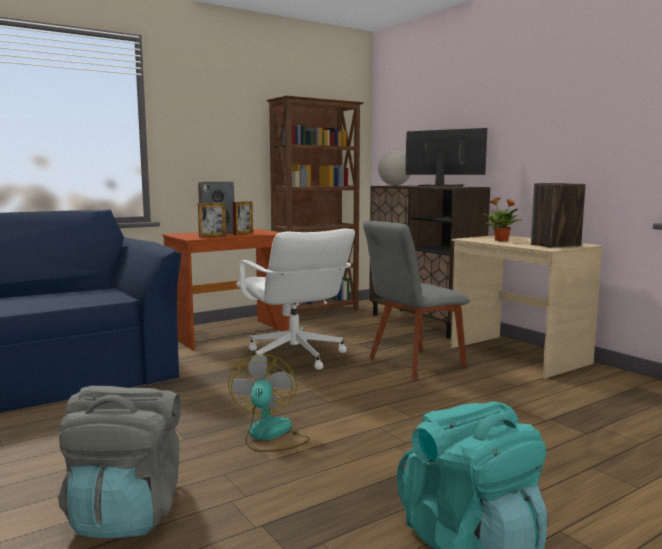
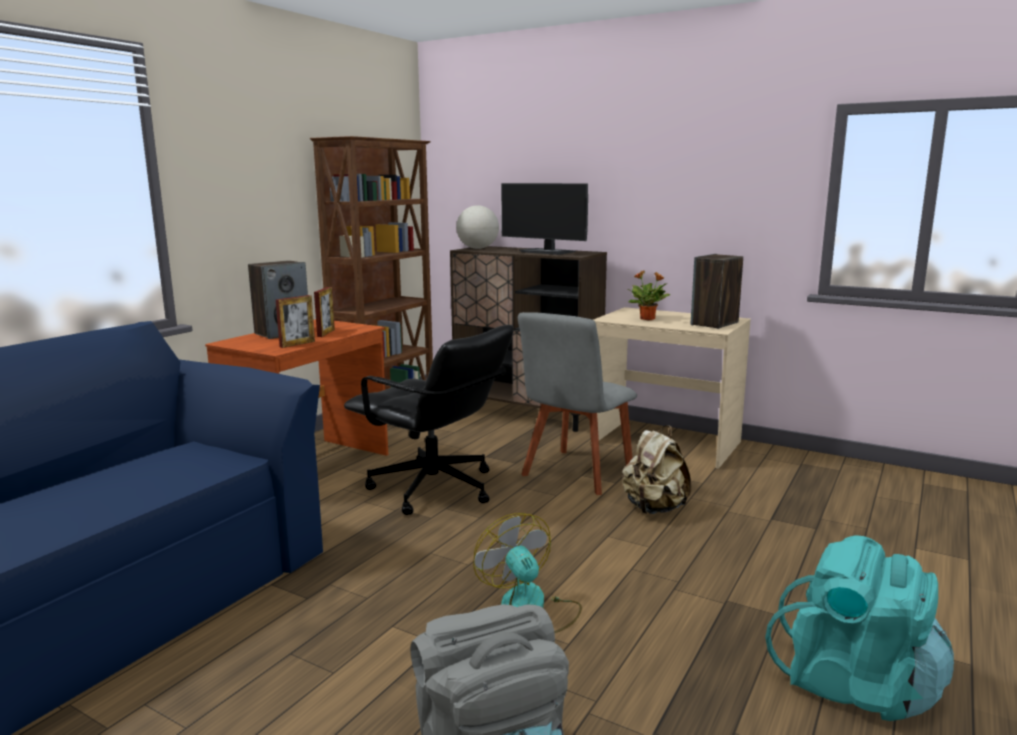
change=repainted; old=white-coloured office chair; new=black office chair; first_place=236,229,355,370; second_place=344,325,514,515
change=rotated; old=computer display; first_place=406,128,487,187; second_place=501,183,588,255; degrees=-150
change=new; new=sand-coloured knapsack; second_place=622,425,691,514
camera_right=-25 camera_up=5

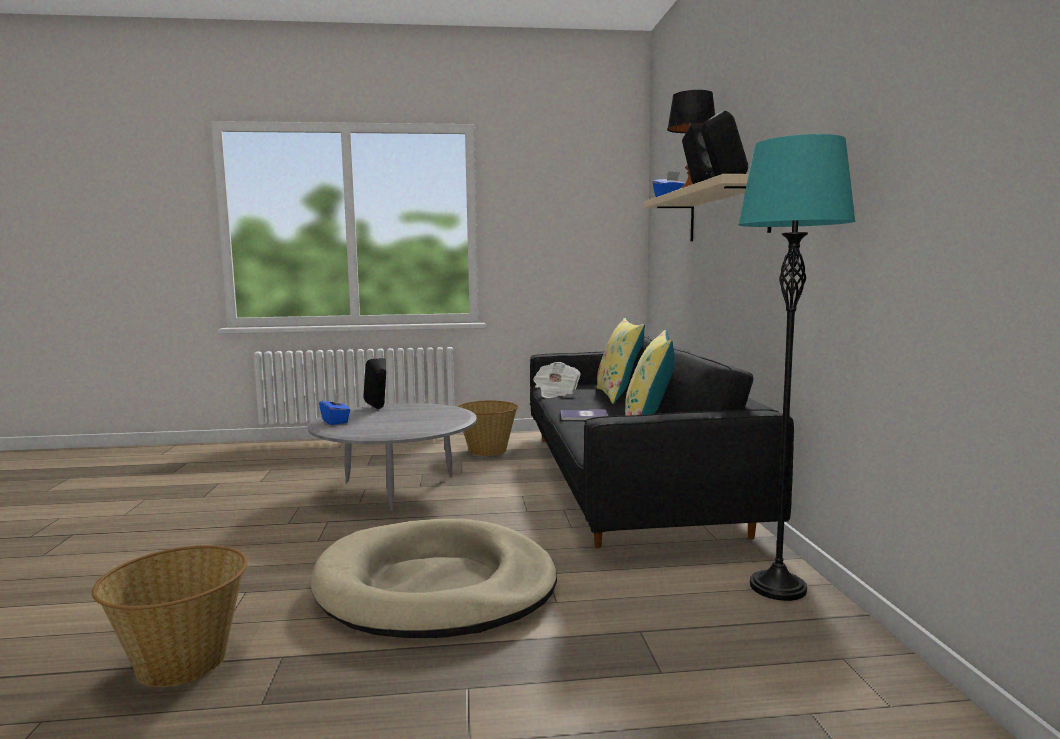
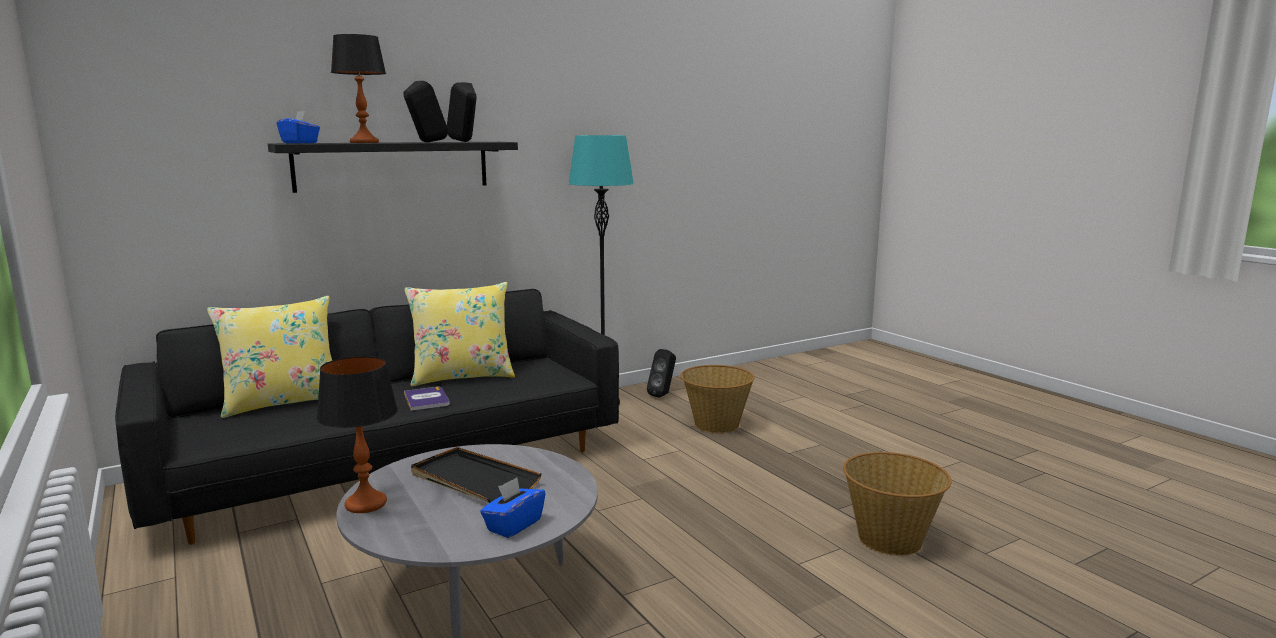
change=repainted; old=sand-coloured wall shelf; new=black wall shelf; first_place=644,174,771,241; second_place=268,142,518,193
change=new; new=table lamp; second_place=317,356,398,513
change=new; new=black tray; second_place=411,447,542,503
change=shifted; old=black loudspeaker; first_place=363,358,386,409; second_place=647,349,676,398
change=shifted; old=storage basket; first_place=456,401,519,456; second_place=680,365,754,433
change=gone; old=sand-coloured dog bed; first_place=311,519,557,638
change=gone; old=newspaper; first_place=533,362,581,398
camera_right=-115 camera_up=5

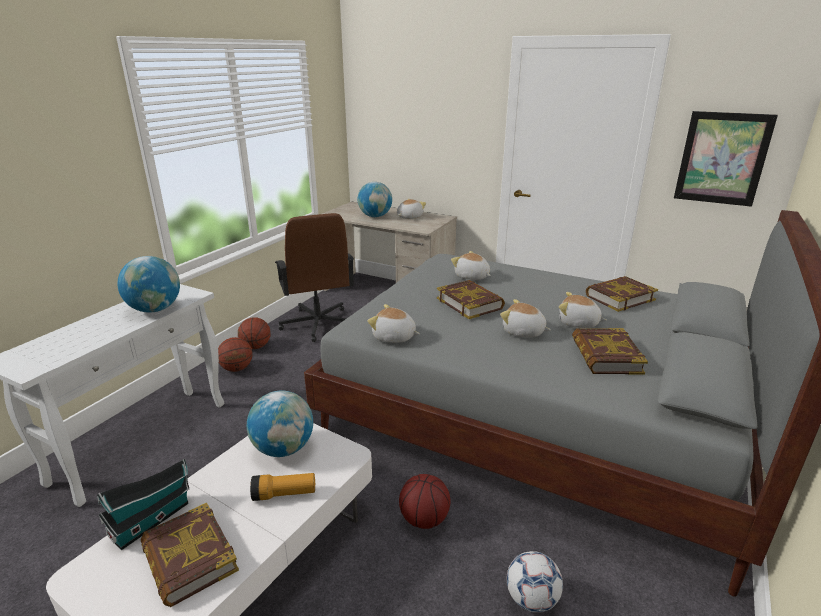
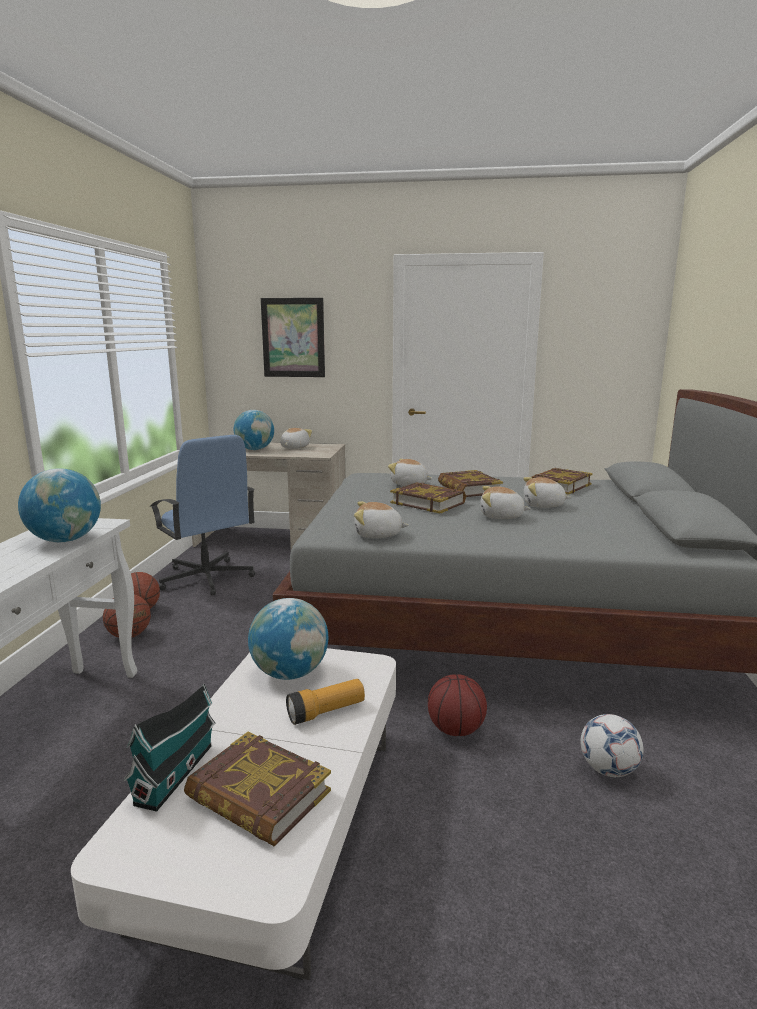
change=repainted; old=brownish office chair; new=bluish office chair; first_place=275,213,354,342; second_place=150,435,255,596
change=shifted; old=wall picture; first_place=674,111,778,207; second_place=261,298,325,377
change=shifted; old=bound book; first_place=572,328,648,375; second_place=438,470,503,497
camera_right=-20 camera_up=-10

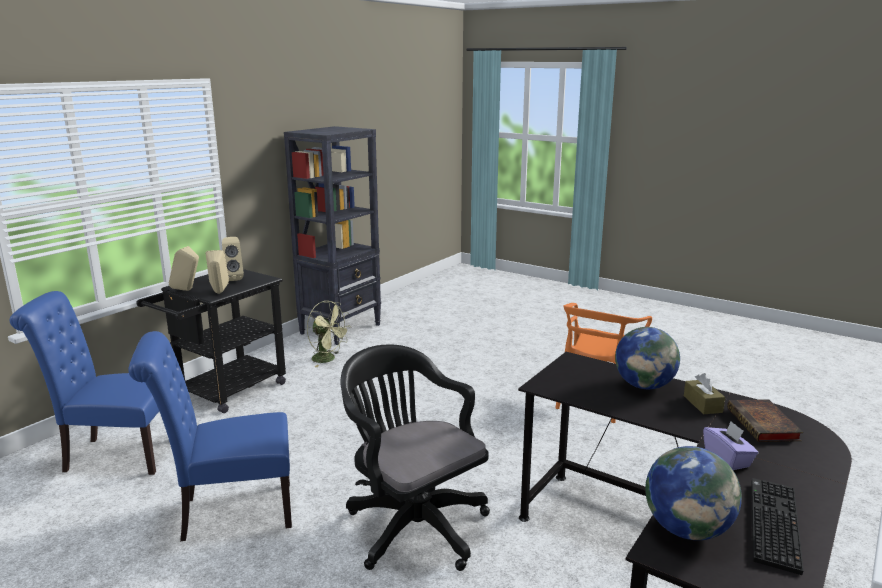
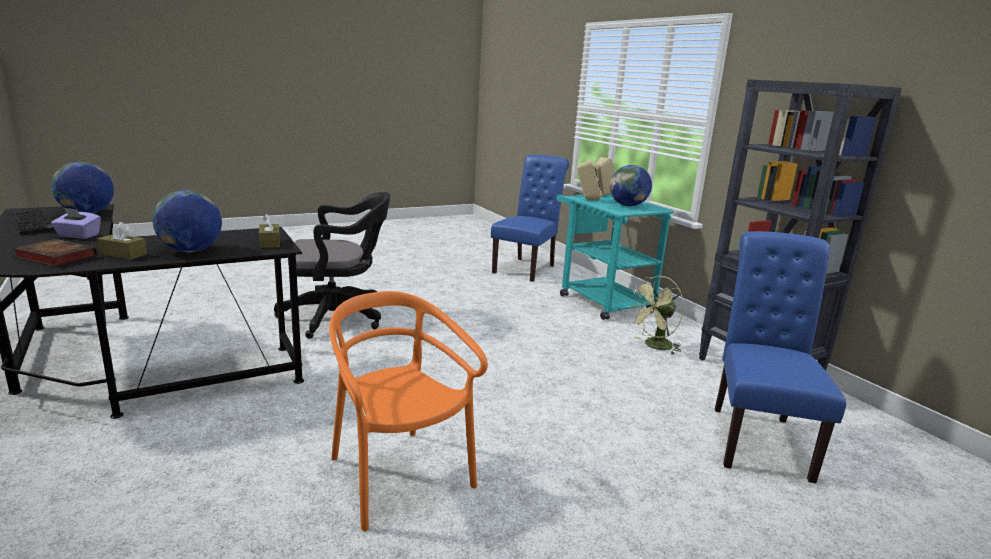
change=new; new=brownish tissue holder; second_place=259,214,280,248
change=repainted; old=black cart; new=blue-green cart; first_place=136,269,286,413; second_place=556,194,674,320
change=swapped; old=sand-coloured loudspeaker; new=globe; first_place=222,237,244,281; second_place=610,165,652,206
change=shifted; old=bluish upright chair; first_place=128,331,292,542; second_place=715,231,846,483
camera_right=115 camera_up=0

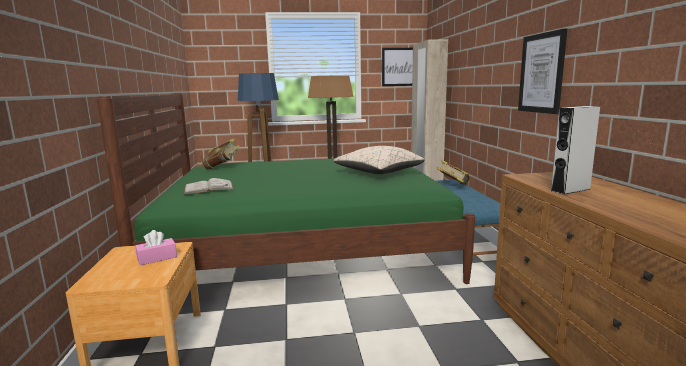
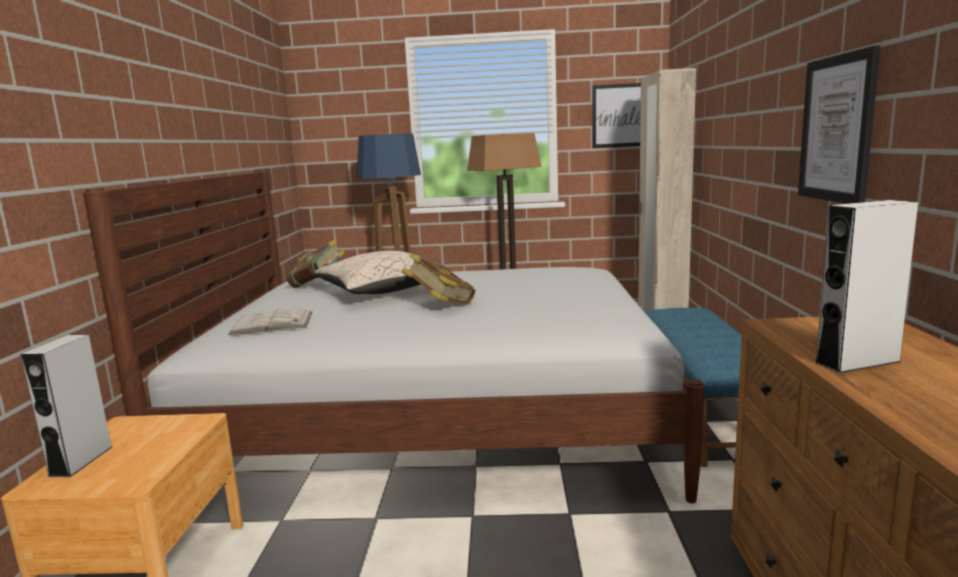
change=new; new=greyish loudspeaker; second_place=21,334,112,477
change=repainted; old=greenish bedroom bed; new=white-coloured bedroom bed; first_place=97,93,475,284; second_place=83,169,705,503
change=shifted; old=sand-coloured throw pillow; first_place=333,146,425,174; second_place=315,251,421,294
change=shifted; old=bound book; first_place=436,160,470,185; second_place=402,253,476,305
change=gone; old=pink tissue holder; first_place=135,230,177,265
camera_right=10 camera_up=0

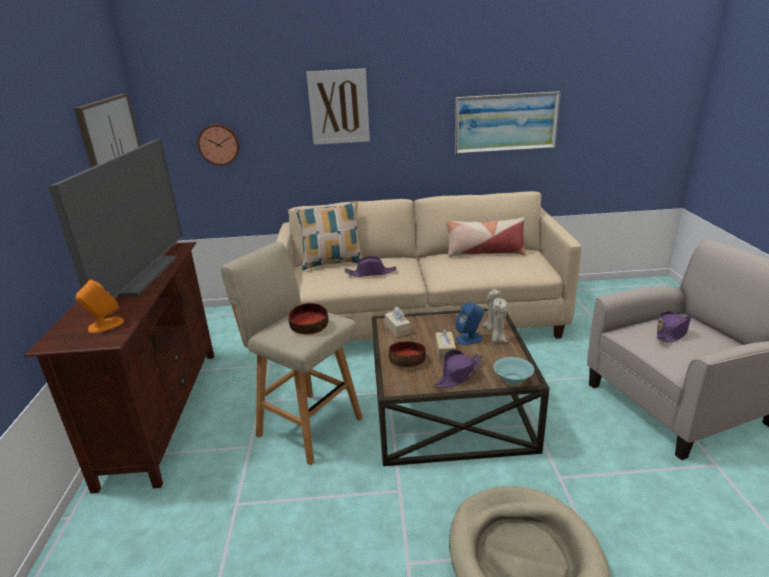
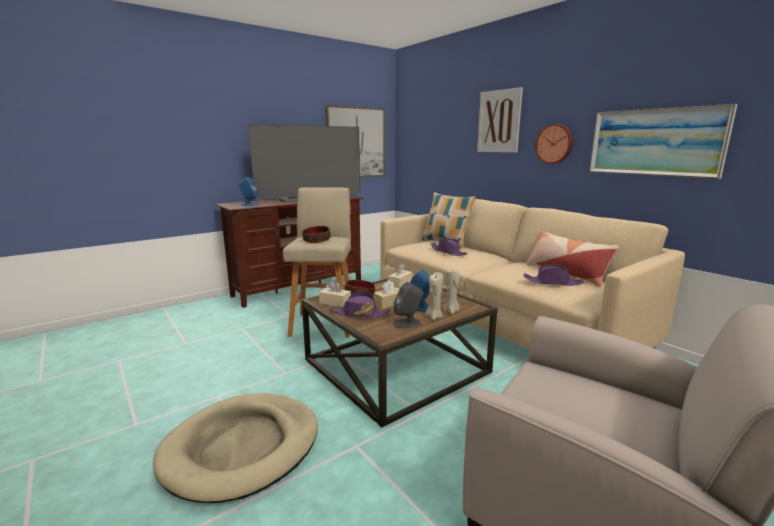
change=repainted; old=orangey loudspeaker; new=bluish loudspeaker; first_place=76,279,124,333; second_place=239,177,259,206
change=new; new=sand-coloured tissue holder; second_place=319,280,351,307
change=new; new=greyish loudspeaker; second_place=393,282,423,328
change=shifted; old=purple clothing hat; first_place=657,311,691,343; second_place=524,265,585,286
change=shifted; old=clock on the wall; first_place=198,124,240,166; second_place=535,124,573,164
change=gone; old=blue-green serving bowl; first_place=494,357,534,385
camera_right=55 camera_up=-10

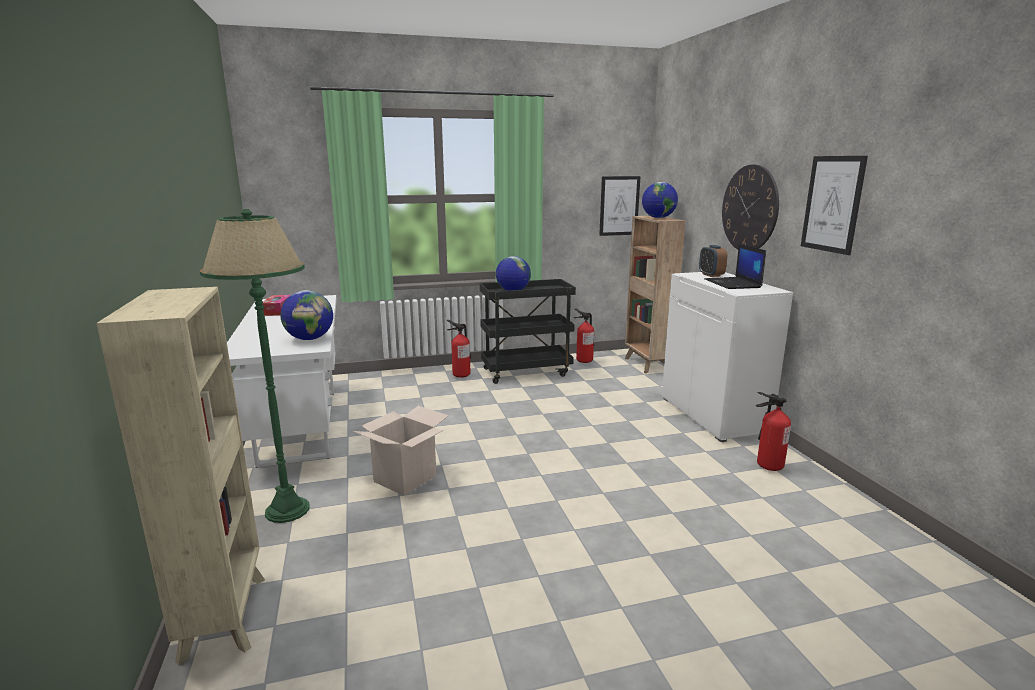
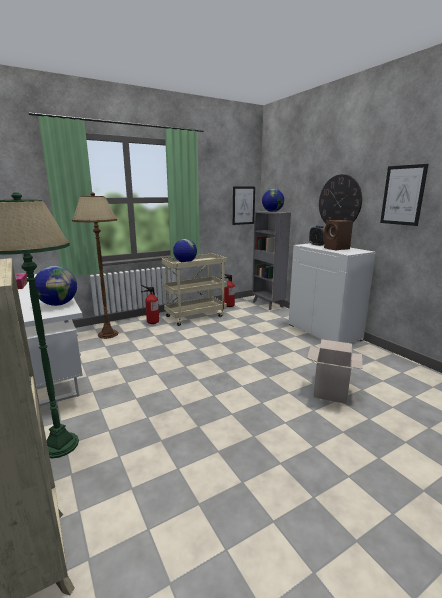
change=new; new=brownish standard lamp; second_place=72,192,118,339
change=repainted; old=black cart; new=sand-coloured cart; first_place=480,279,576,384; second_place=162,253,227,326
change=repainted; old=brownish bookcase; new=greyish bookcase; first_place=625,216,686,373; second_place=252,211,291,310
change=shifted; old=cardboard box; first_place=352,406,449,496; second_place=307,339,363,404
change=swapped; old=laptop; new=brownish loudspeaker; first_place=704,244,766,289; second_place=324,220,353,250
change=gone; old=fire-fighting cylinder; first_place=756,392,791,471
camera_right=-15 camera_up=0

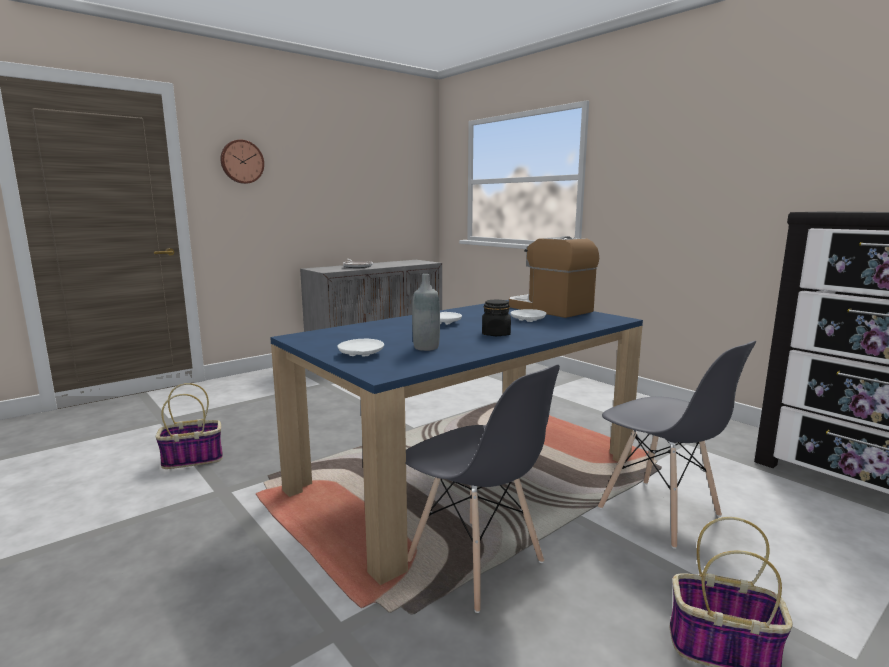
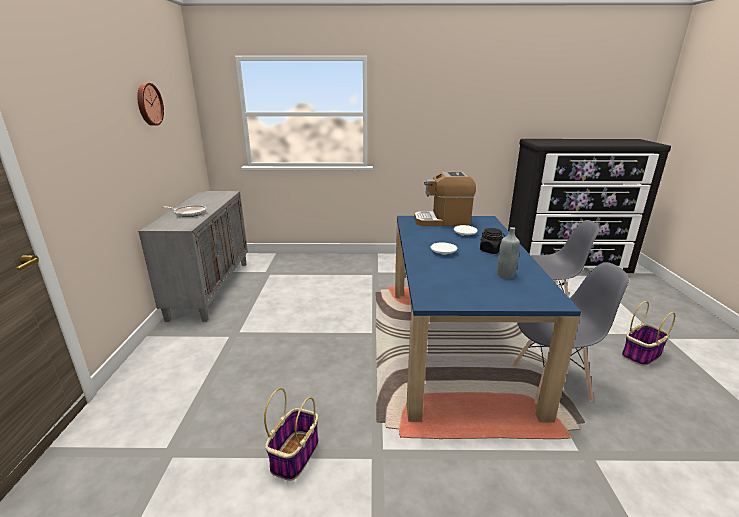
change=shifted; old=clock on the wall; first_place=220,140,264,184; second_place=137,83,164,126
change=gone; old=white-coloured flat dish; first_place=338,339,384,357
camera_right=-50 camera_up=10

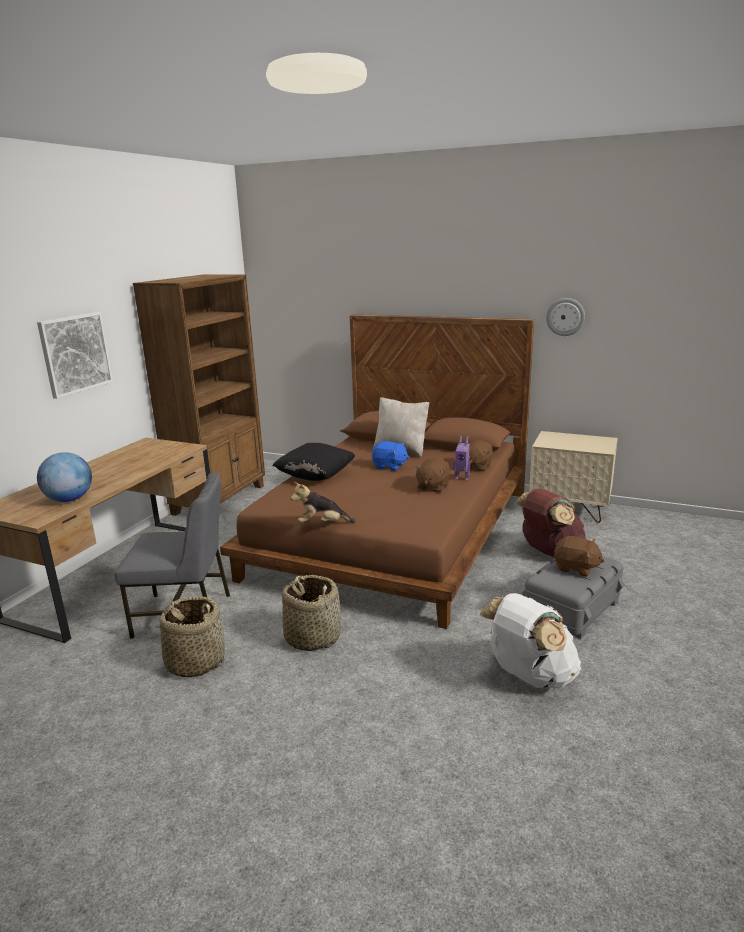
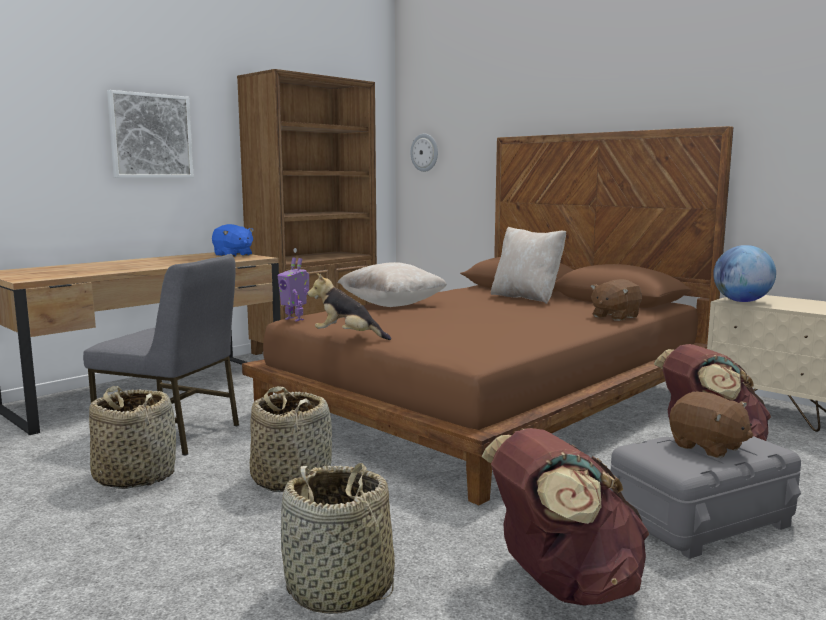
change=shifted; old=bluish plush toy; first_place=372,441,409,471; second_place=212,224,254,257
change=shifted; old=toy robot; first_place=453,436,470,481; second_place=278,257,309,322
change=new; new=storage basket; second_place=281,463,395,614
change=repainted; old=black throw pillow; new=sand-coloured throw pillow; first_place=273,443,355,481; second_place=338,262,447,307
change=shifted; old=clock on the wall; first_place=546,298,585,336; second_place=411,134,438,172
change=repainted; old=white-coloured knapsack; new=brownish knapsack; first_place=480,593,581,689; second_place=482,428,649,606
change=shifted; old=globe; first_place=37,452,92,502; second_place=713,245,776,302
change=gone; old=brownish plush toy; first_place=414,458,450,493
camera_right=20 camera_up=-10

